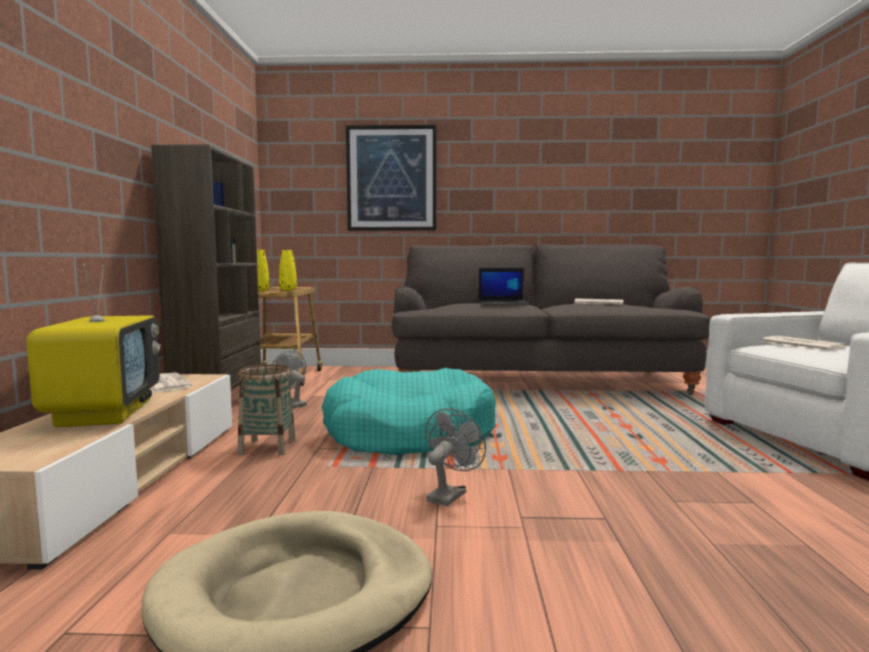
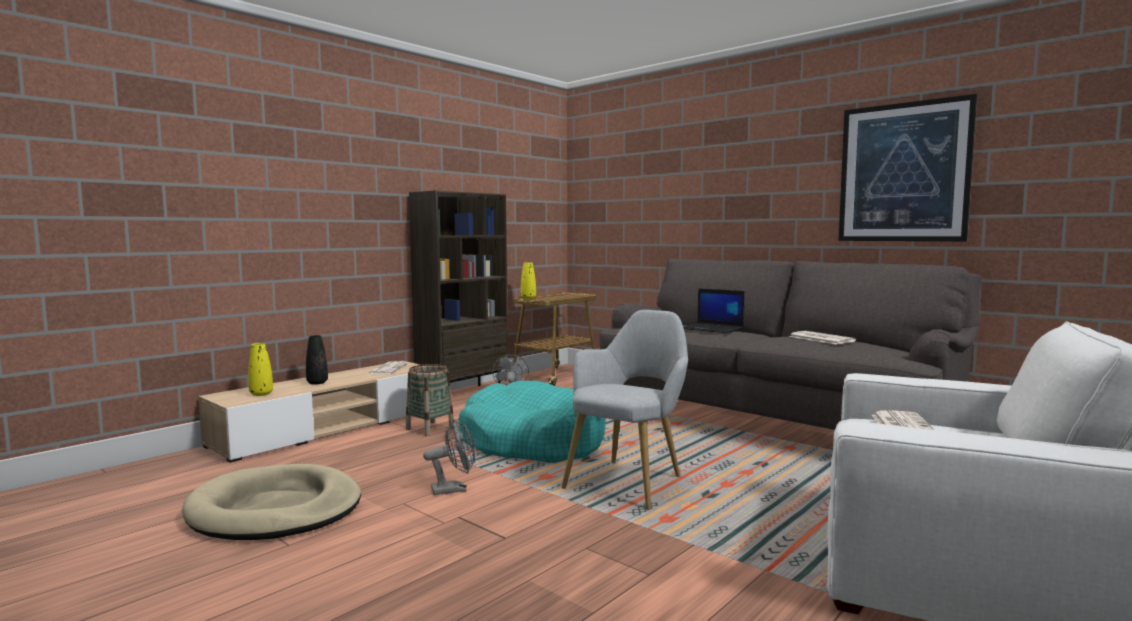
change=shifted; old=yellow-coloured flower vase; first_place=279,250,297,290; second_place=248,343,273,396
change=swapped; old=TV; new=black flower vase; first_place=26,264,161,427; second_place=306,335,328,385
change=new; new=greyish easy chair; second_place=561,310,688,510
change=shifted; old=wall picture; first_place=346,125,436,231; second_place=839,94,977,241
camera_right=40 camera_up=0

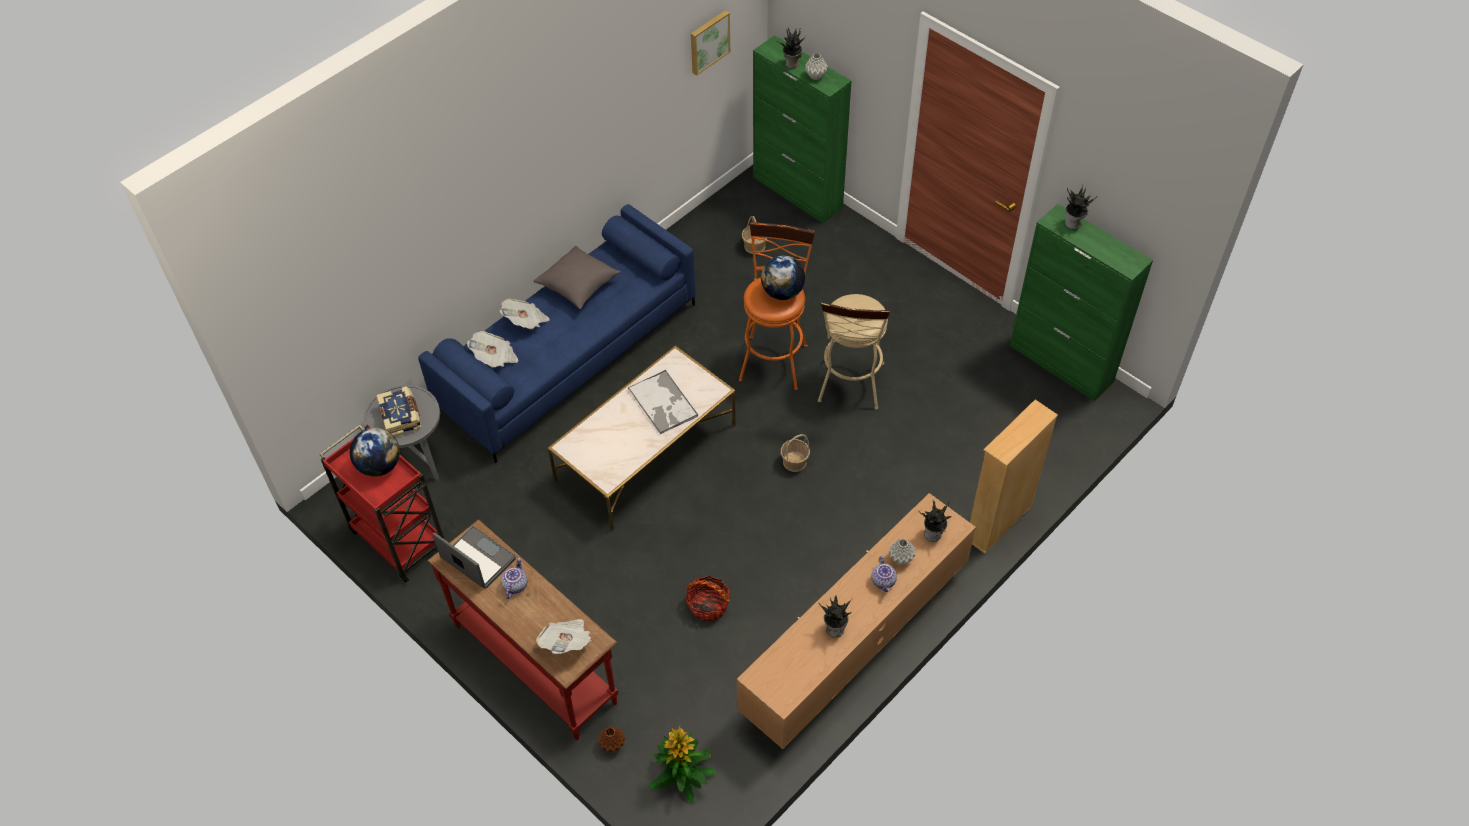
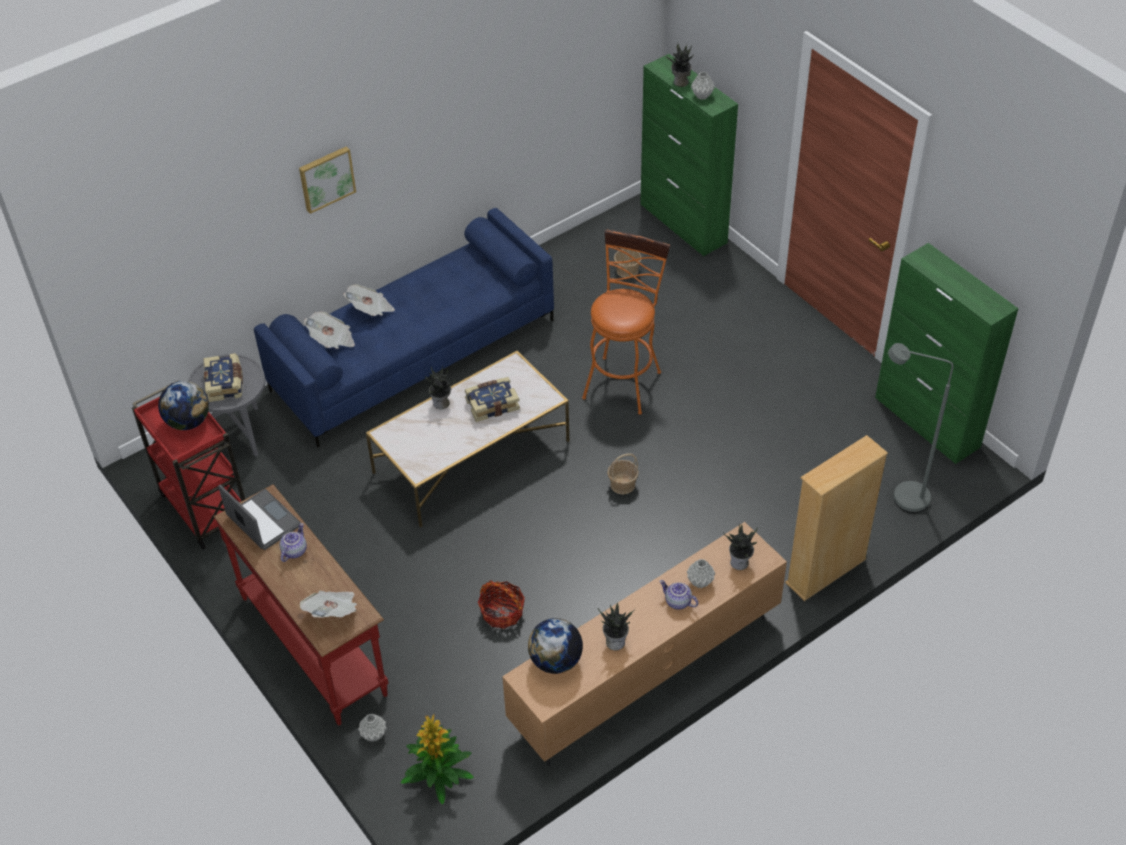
change=shifted; old=wall picture; first_place=691,10,730,76; second_place=299,146,356,214
change=repainted; old=brownish flower vase; new=greyish flower vase; first_place=598,726,625,752; second_place=358,714,387,741
change=shifted; old=plant in a pot; first_place=1065,184,1098,229; second_place=425,366,456,409
change=swapped; old=tray; new=bound book; first_place=628,370,698,435; second_place=465,377,520,422
change=shifted; old=globe; first_place=761,256,805,300; second_place=528,618,583,674
change=rotated; old=tea pot; first_place=872,556,897,592; second_place=659,580,698,610; degrees=120
change=new; new=greyish standard lamp; second_place=888,343,954,513
change=gone; old=greyish throw pillow; first_place=533,245,621,309
change=gone; old=sand-coloured stool seat; first_place=818,294,890,410
camera_right=10 camera_up=-5

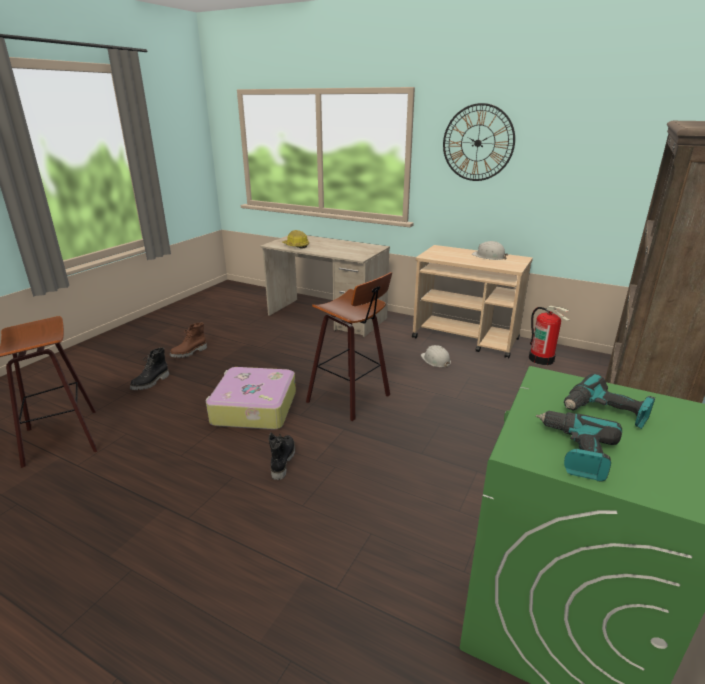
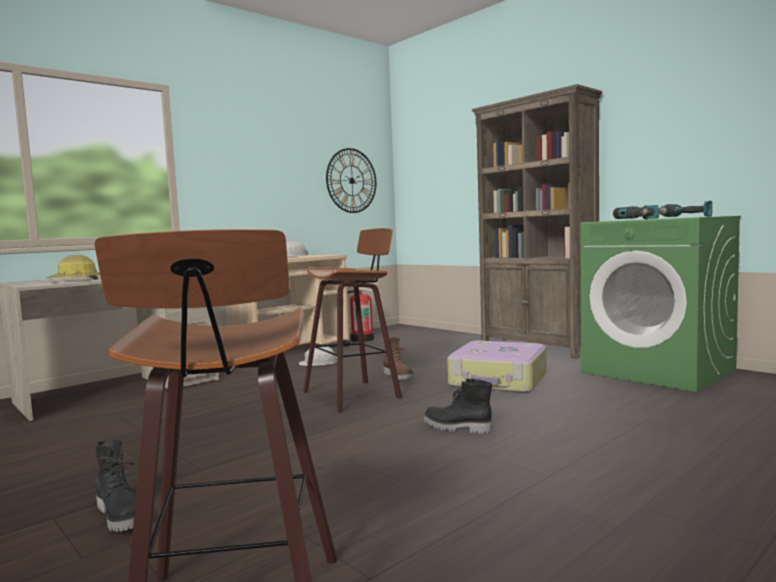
change=shifted; old=clock on the wall; first_place=443,103,515,181; second_place=326,148,376,213
change=shifted; old=brownish tall boot; first_place=170,323,207,358; second_place=383,337,414,380
change=shifted; old=piece of luggage; first_place=206,367,296,430; second_place=447,341,547,393
camera_right=-70 camera_up=-20

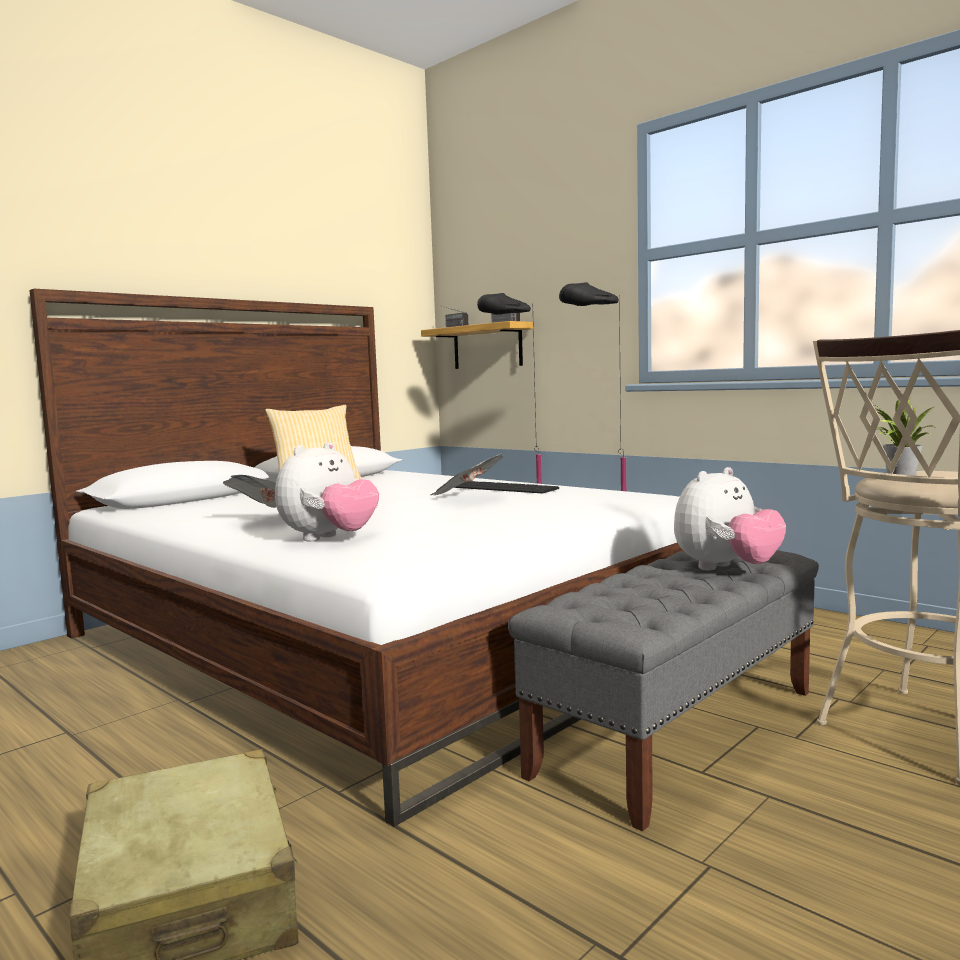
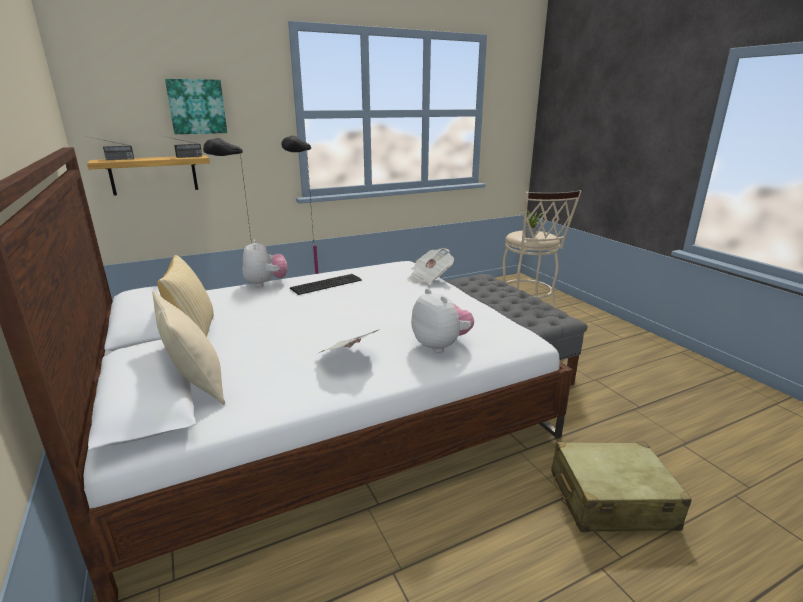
change=new; new=sand-coloured throw pillow; second_place=152,290,225,405
change=new; new=wall picture; second_place=165,79,227,134
change=shifted; old=plush toy; first_place=674,467,786,570; second_place=242,239,287,287
change=shifted; old=newspaper; first_place=431,453,504,495; second_place=407,248,454,283
camera_right=-70 camera_up=15

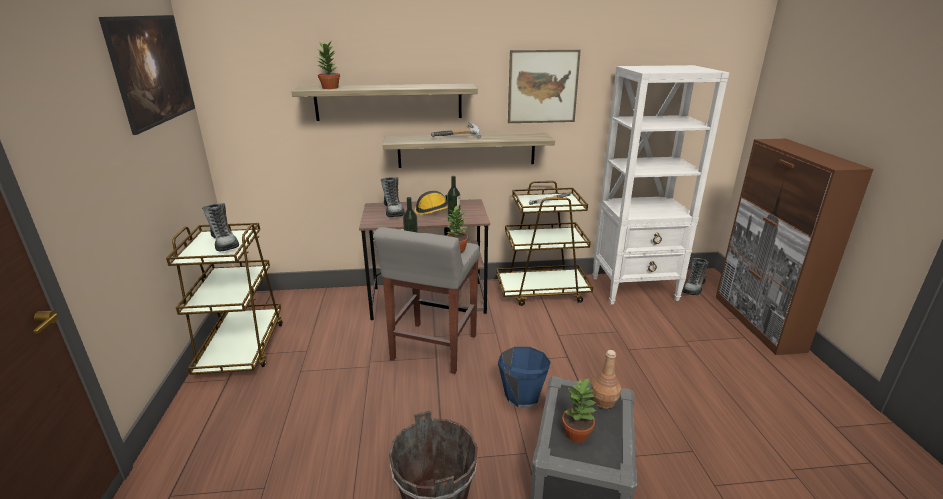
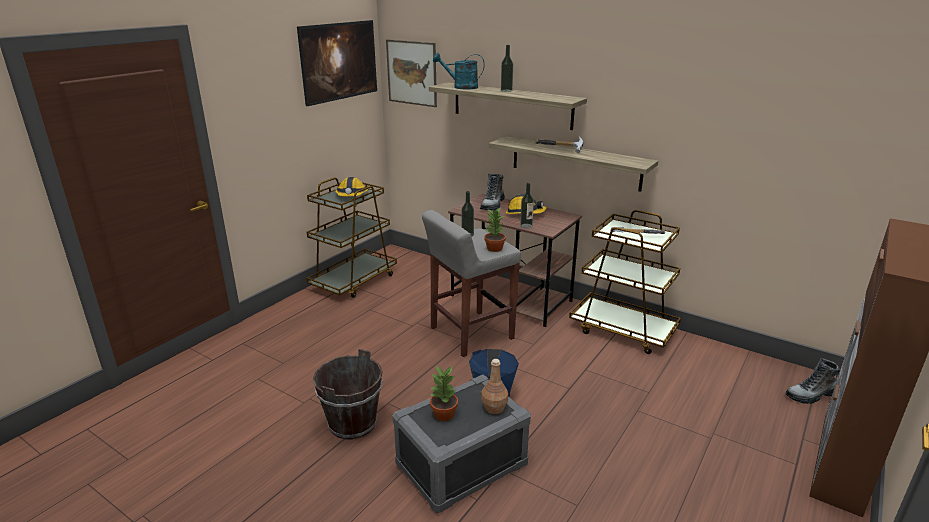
change=swapped; old=tall boot; new=hard hat; first_place=202,203,239,252; second_place=335,177,368,196
change=shifted; old=wall picture; first_place=508,50,581,123; second_place=386,39,437,107
change=swapped; old=plant in a pot; new=blue-green watering can; first_place=316,42,340,89; second_place=433,53,485,89
change=new; new=bottle; second_place=501,45,513,92
change=gone; old=white-coloured bookcase; first_place=593,65,729,304
camera_right=40 camera_up=0

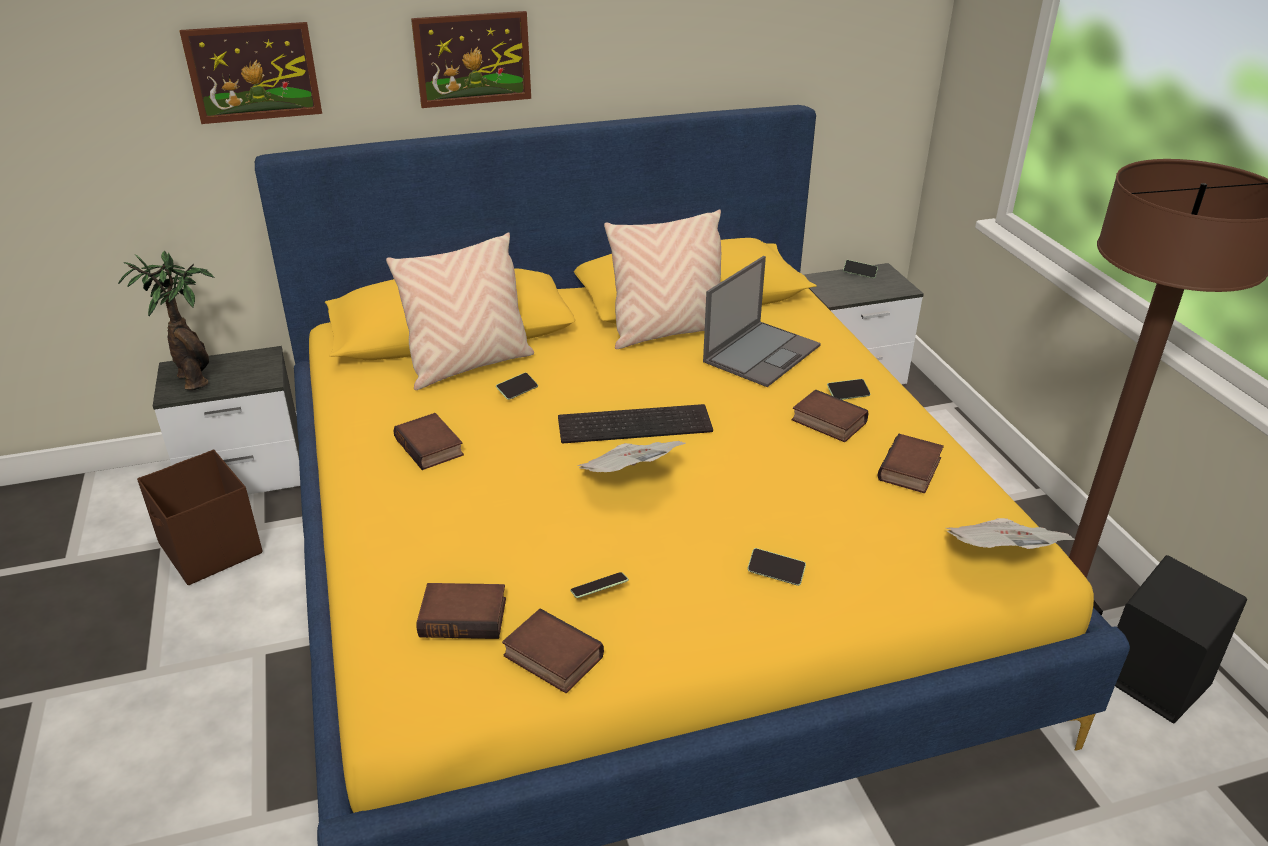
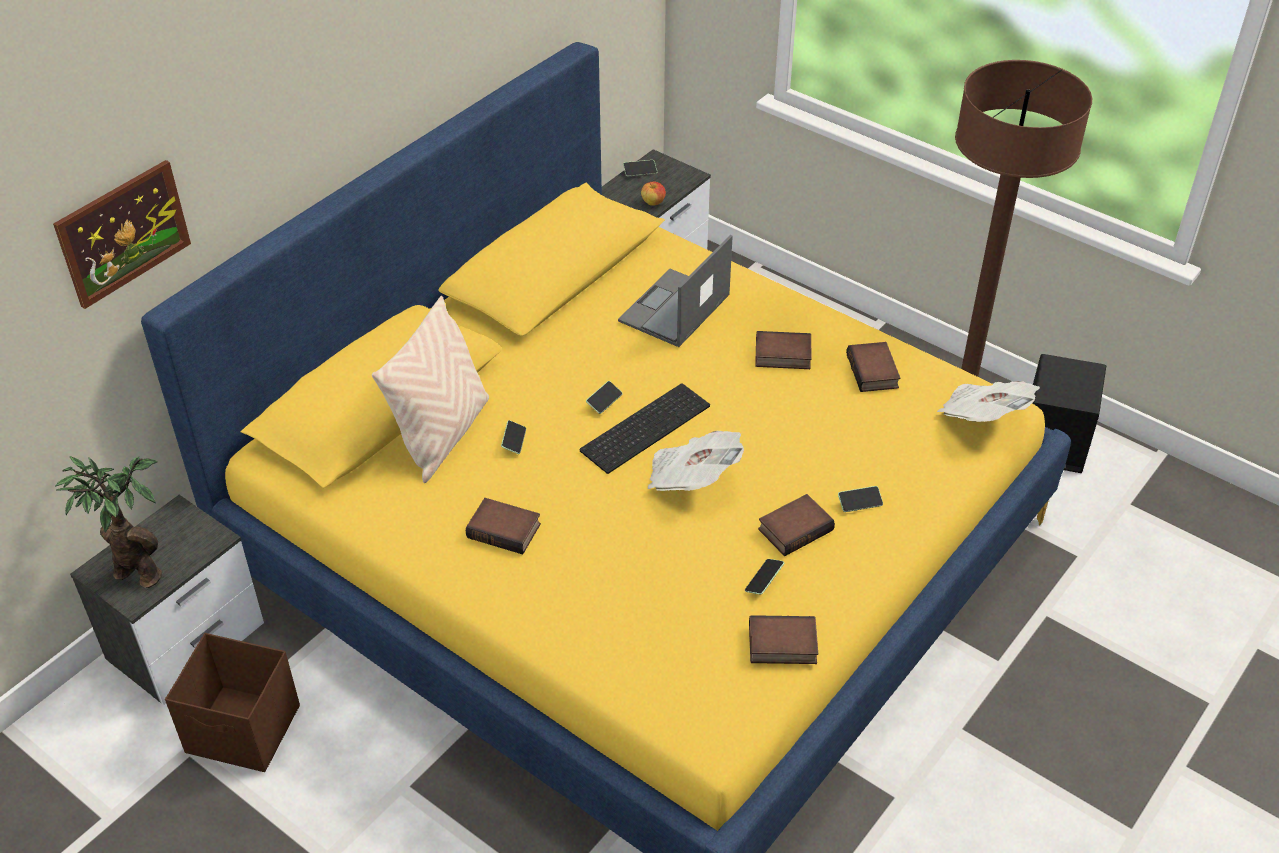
change=shifted; old=handset; first_place=827,379,871,400; second_place=586,381,623,414
change=rotated; old=laptop; first_place=703,256,821,387; second_place=618,235,733,347; degrees=-150
change=new; new=whole apple; second_place=641,182,666,206
change=shifted; old=bound book; first_place=417,583,506,639; second_place=758,494,835,556
change=gone; old=wall picture; first_place=411,11,531,108
change=gone; old=sand-coloured throw pillow; first_place=604,209,721,349
camera_right=-35 camera_up=10

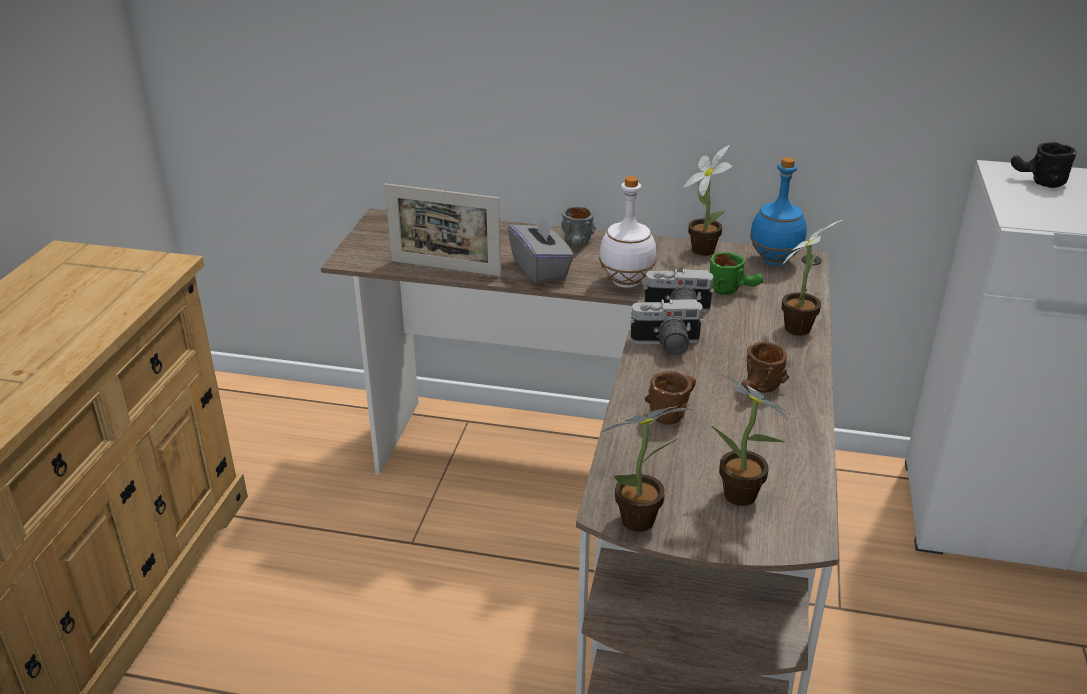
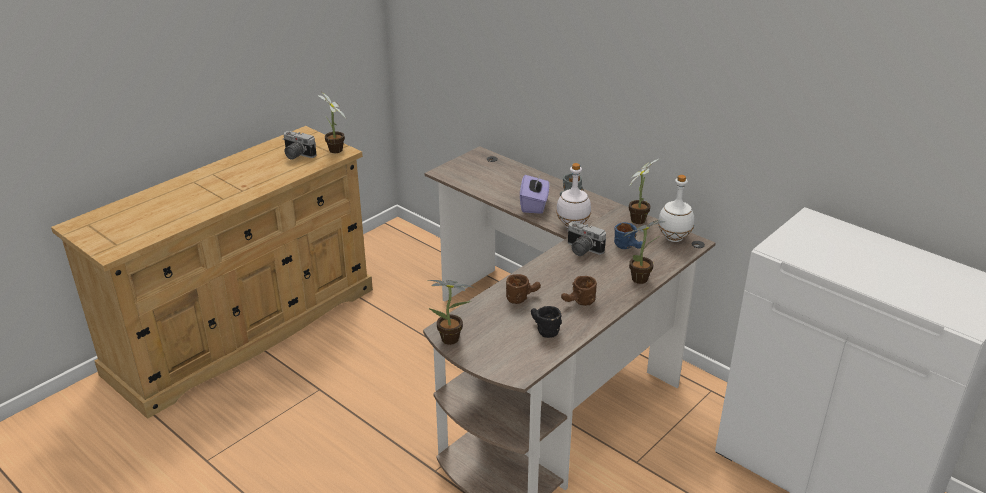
change=shifted; old=still camera; first_place=630,299,704,355; second_place=283,131,316,160
change=shifted; old=plant in a pot; first_place=711,372,792,506; second_place=318,92,346,153
change=repainted; old=greyish tissue holder; new=purple tissue holder; first_place=508,213,574,284; second_place=520,175,550,214
change=shifted; old=black coffee mug; first_place=1011,142,1076,188; second_place=531,306,562,338
change=repainted; old=greenish coffee mug; new=bluish coffee mug; first_place=710,252,763,295; second_place=614,222,643,249
change=repainted; old=bluish bottle; new=white-coloured bottle; first_place=750,157,807,266; second_place=658,175,694,242
change=gone; old=picture frame; first_place=384,184,501,276
camera_right=30 camera_up=0

